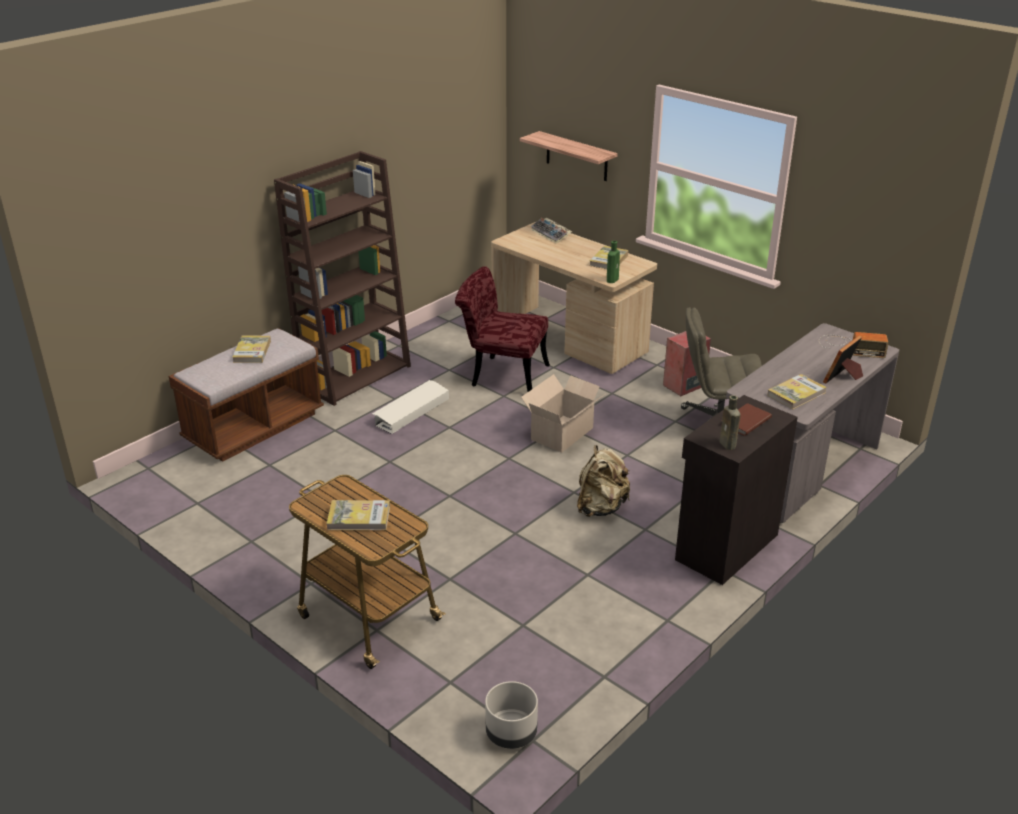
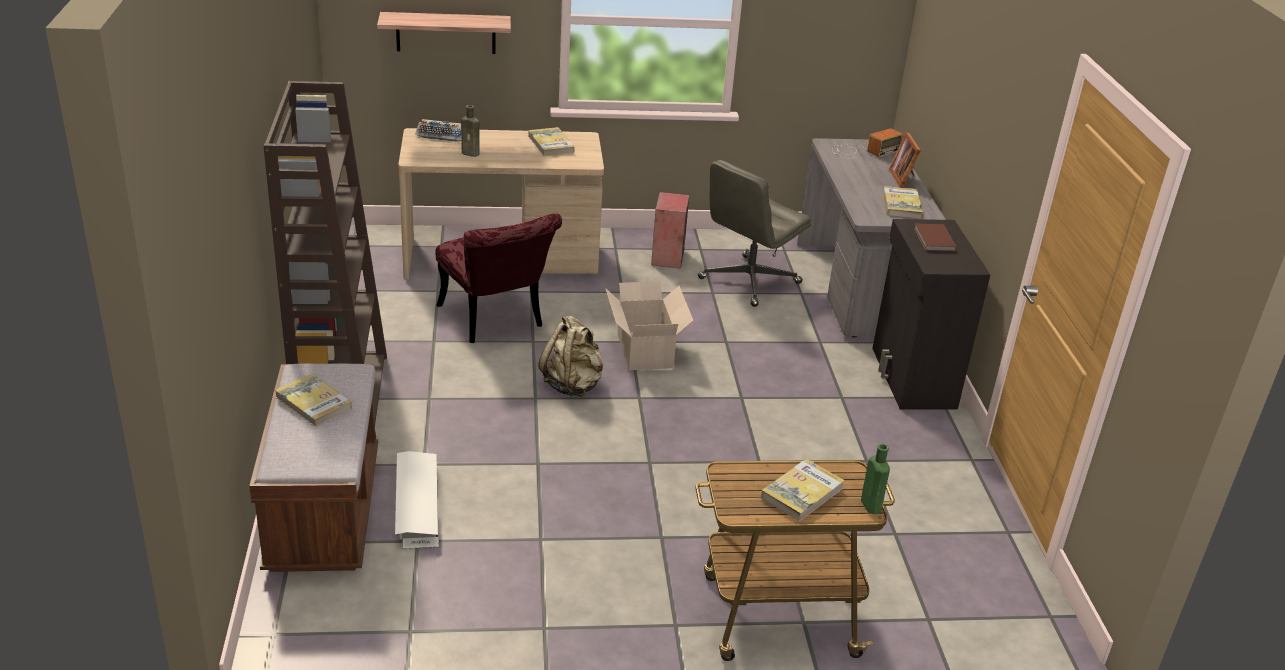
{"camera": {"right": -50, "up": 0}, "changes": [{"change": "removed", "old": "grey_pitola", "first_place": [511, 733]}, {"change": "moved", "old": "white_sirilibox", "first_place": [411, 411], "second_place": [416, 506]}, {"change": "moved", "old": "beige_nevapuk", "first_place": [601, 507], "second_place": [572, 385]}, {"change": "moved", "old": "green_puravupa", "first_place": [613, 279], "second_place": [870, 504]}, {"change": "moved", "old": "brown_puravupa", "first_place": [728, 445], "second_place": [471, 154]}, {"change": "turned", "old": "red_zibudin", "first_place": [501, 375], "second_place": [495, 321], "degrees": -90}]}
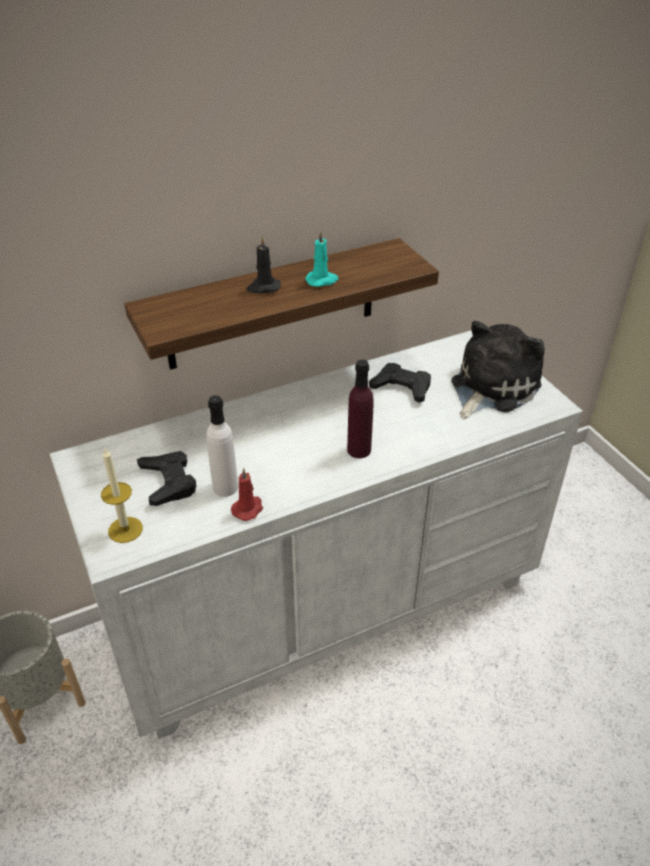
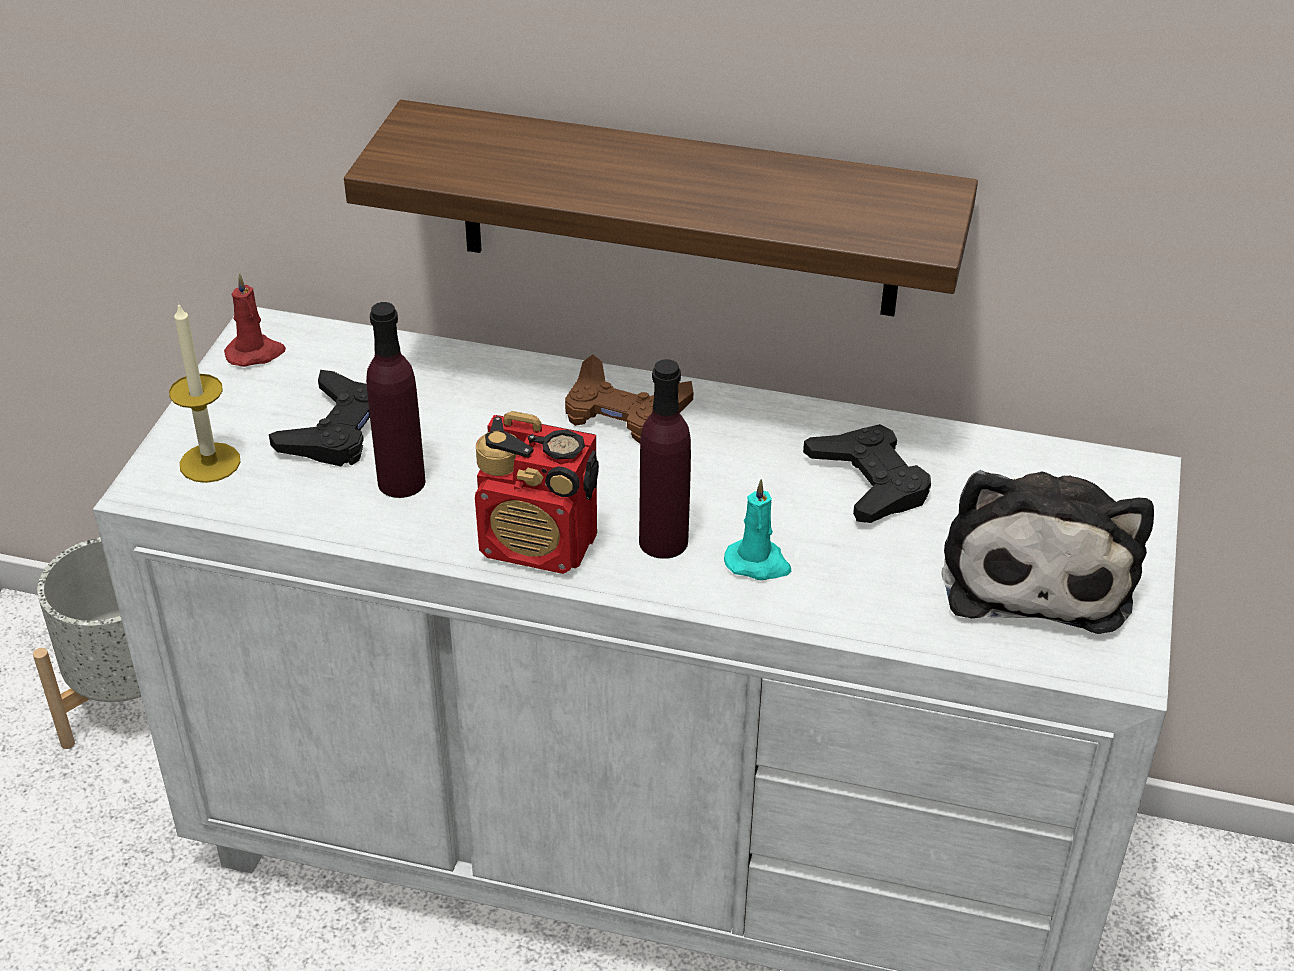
{"camera": {"right": 40, "up": 0}, "changes": [{"change": "removed", "old": "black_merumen", "first_place": [263, 287]}, {"change": "added", "new": "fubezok", "second_place": [539, 545]}, {"change": "added", "new": "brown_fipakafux", "second_place": [624, 411]}, {"change": "moved", "old": "red_merumen", "first_place": [248, 508], "second_place": [255, 353]}, {"change": "moved", "old": "turquoise_merumen", "first_place": [322, 280], "second_place": [758, 563]}, {"change": "recoloured", "old": "white_puravupa", "new": "purple_puravupa", "first_place": [225, 487], "second_place": [401, 482]}, {"change": "turned", "old": "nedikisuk", "first_place": [491, 387], "second_place": [1036, 569], "degrees": 105}]}
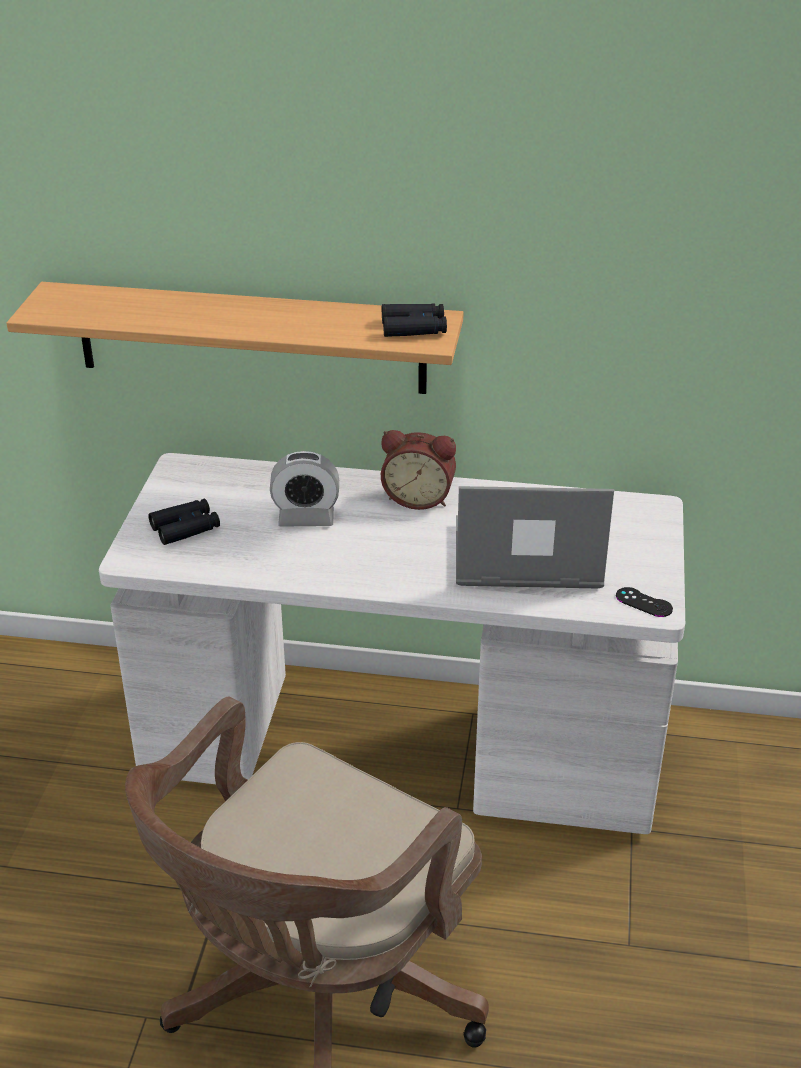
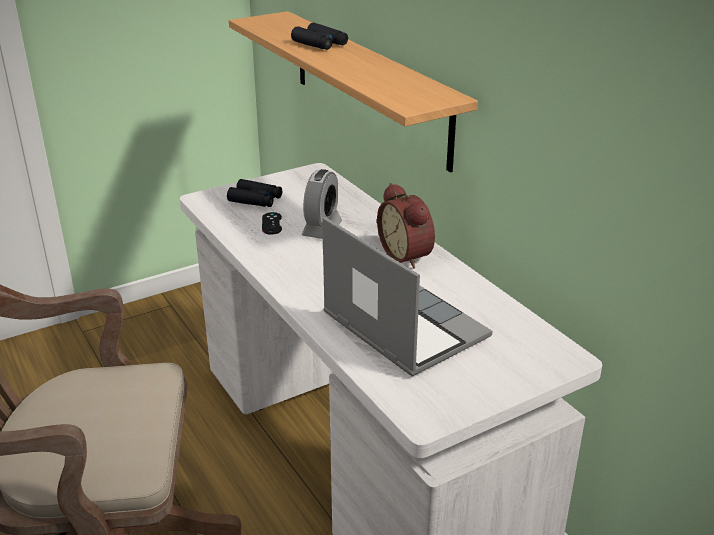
{"camera": {"right": 50, "up": -5}, "changes": [{"change": "moved", "old": "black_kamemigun", "first_place": [414, 328], "second_place": [320, 44]}, {"change": "moved", "old": "black_fipakafux", "first_place": [644, 602], "second_place": [272, 223]}, {"change": "turned", "old": "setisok", "first_place": [306, 518], "second_place": [322, 229], "degrees": -120}]}
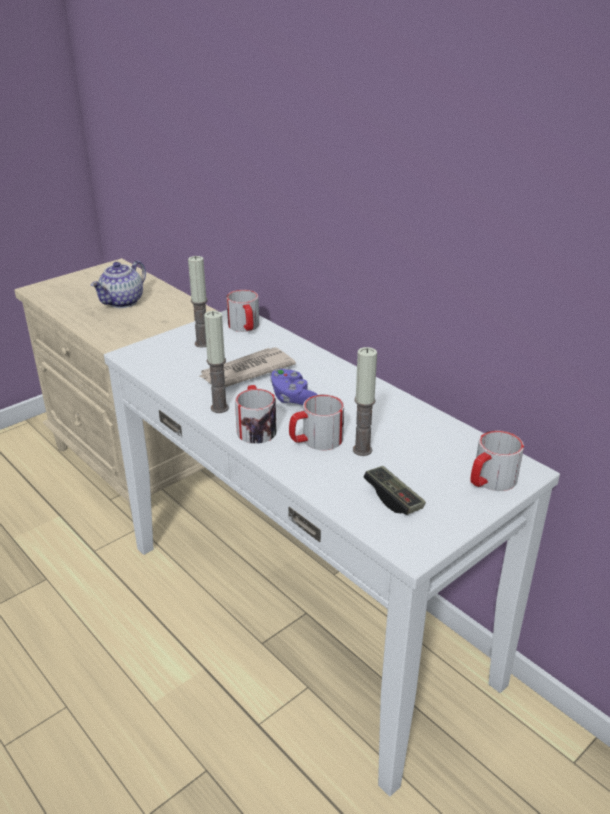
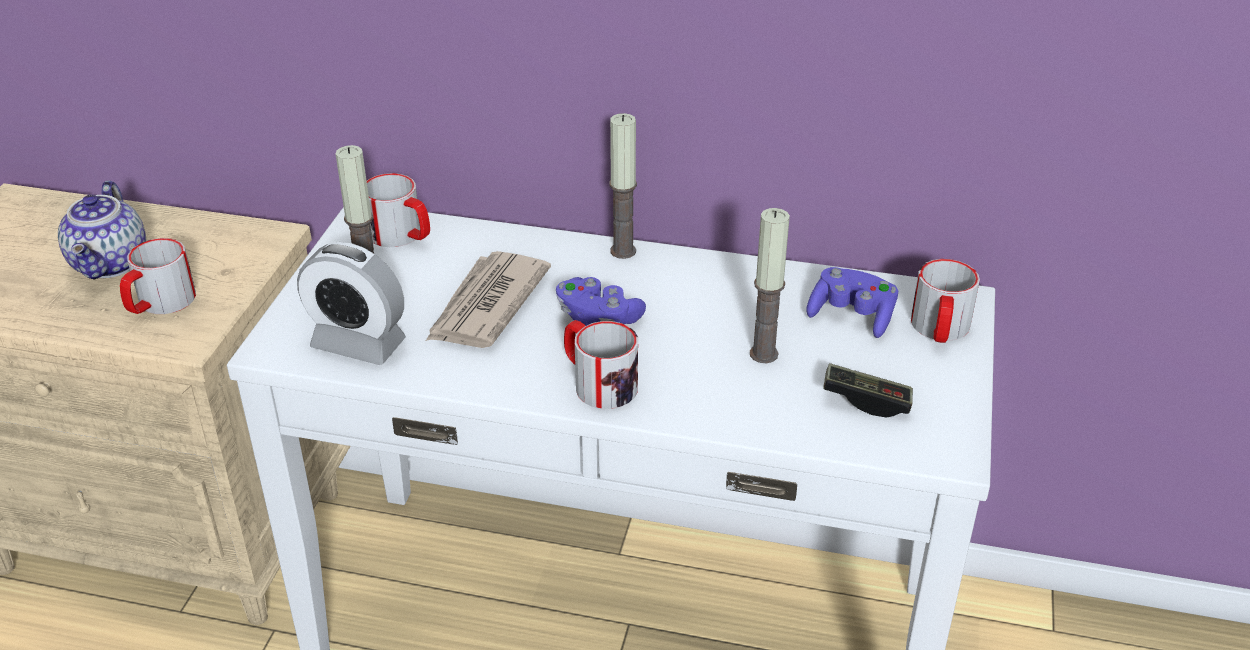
{"camera": {"right": -35, "up": 5}, "changes": [{"change": "added", "new": "setisok", "second_place": [358, 344]}, {"change": "added", "new": "purple_fipakafux", "second_place": [852, 316]}, {"change": "moved", "old": "merumen", "first_place": [219, 408], "second_place": [623, 251]}, {"change": "moved", "old": "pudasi", "first_place": [315, 440], "second_place": [159, 303]}]}
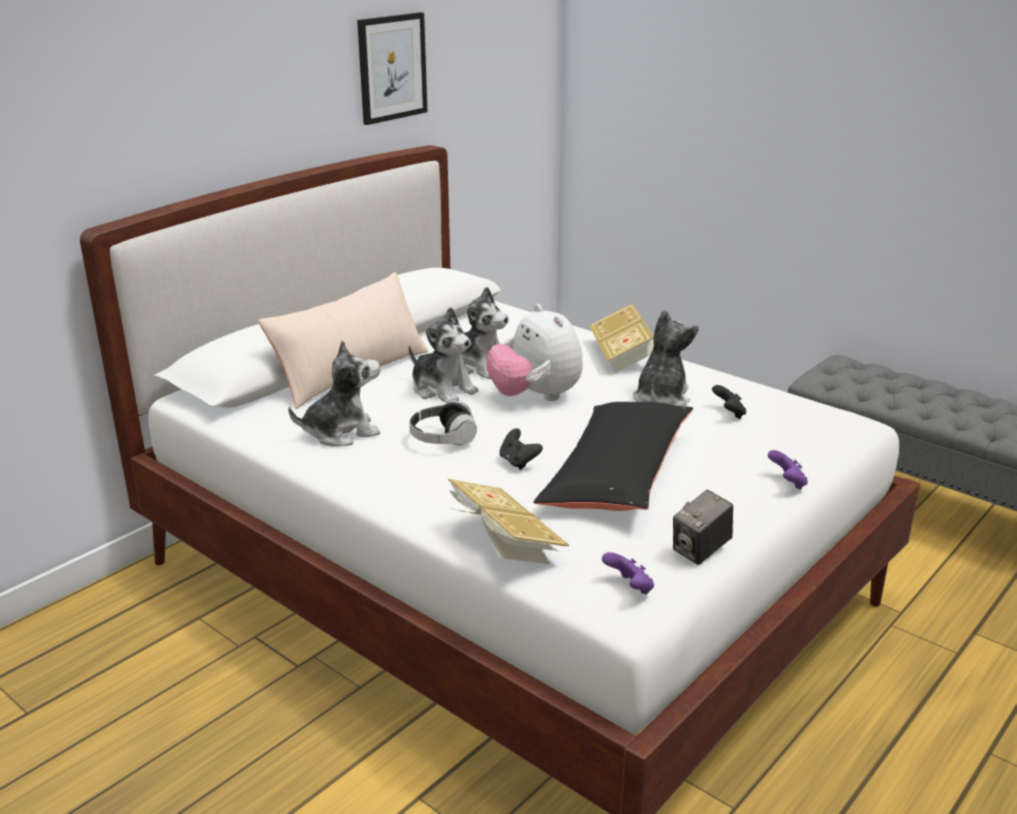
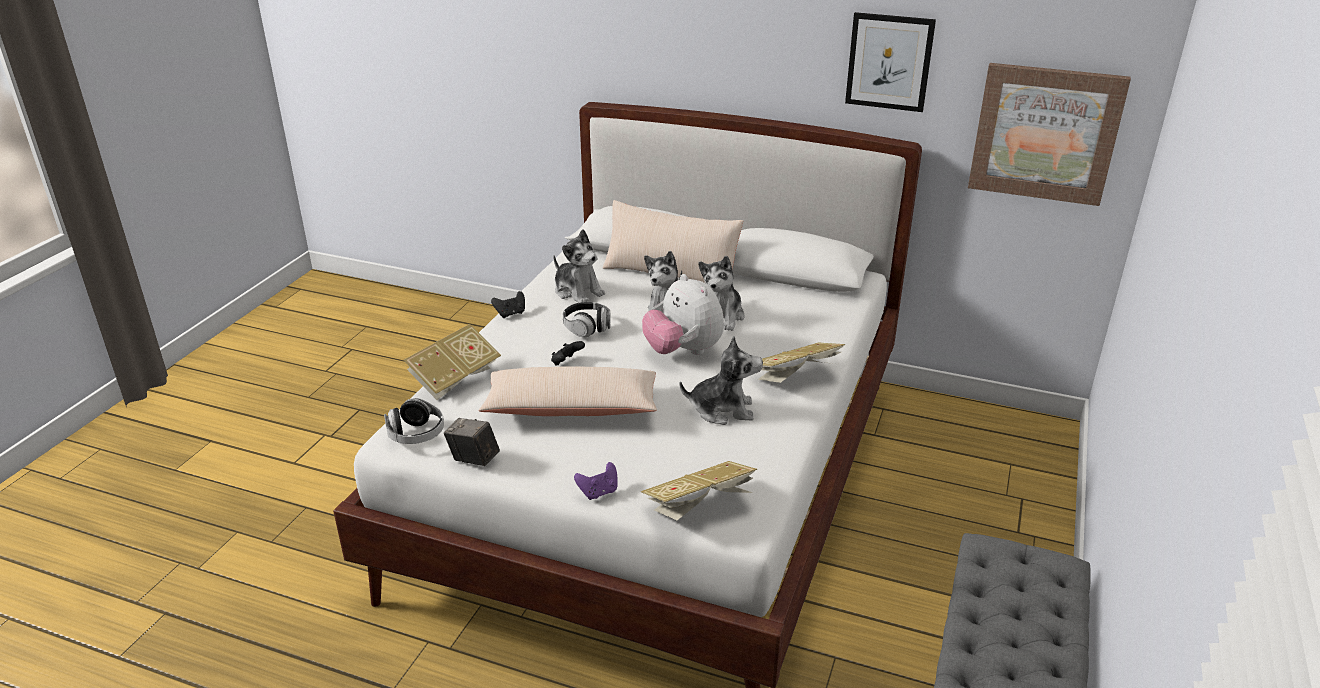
{"camera": {"right": 70, "up": 5}, "changes": [{"change": "added", "new": "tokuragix", "second_place": [699, 507]}, {"change": "added", "new": "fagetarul", "second_place": [1045, 133]}, {"change": "moved", "old": "black_fipakafux", "first_place": [729, 414], "second_place": [510, 314]}, {"change": "replaced", "old": "purple_fipakafux", "new": "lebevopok", "first_place": [629, 588], "second_place": [416, 435]}, {"change": "recoloured", "old": "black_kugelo", "new": "beige_kugelo", "first_place": [617, 475], "second_place": [571, 408]}, {"change": "turned", "old": "nedikisuk", "first_place": [535, 397], "second_place": [683, 351], "degrees": -75}]}
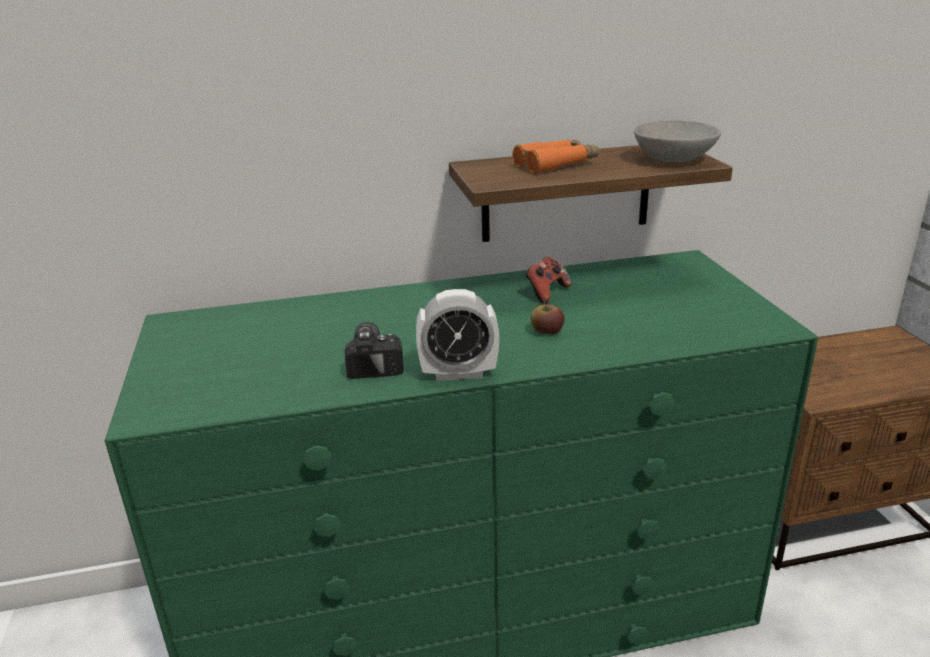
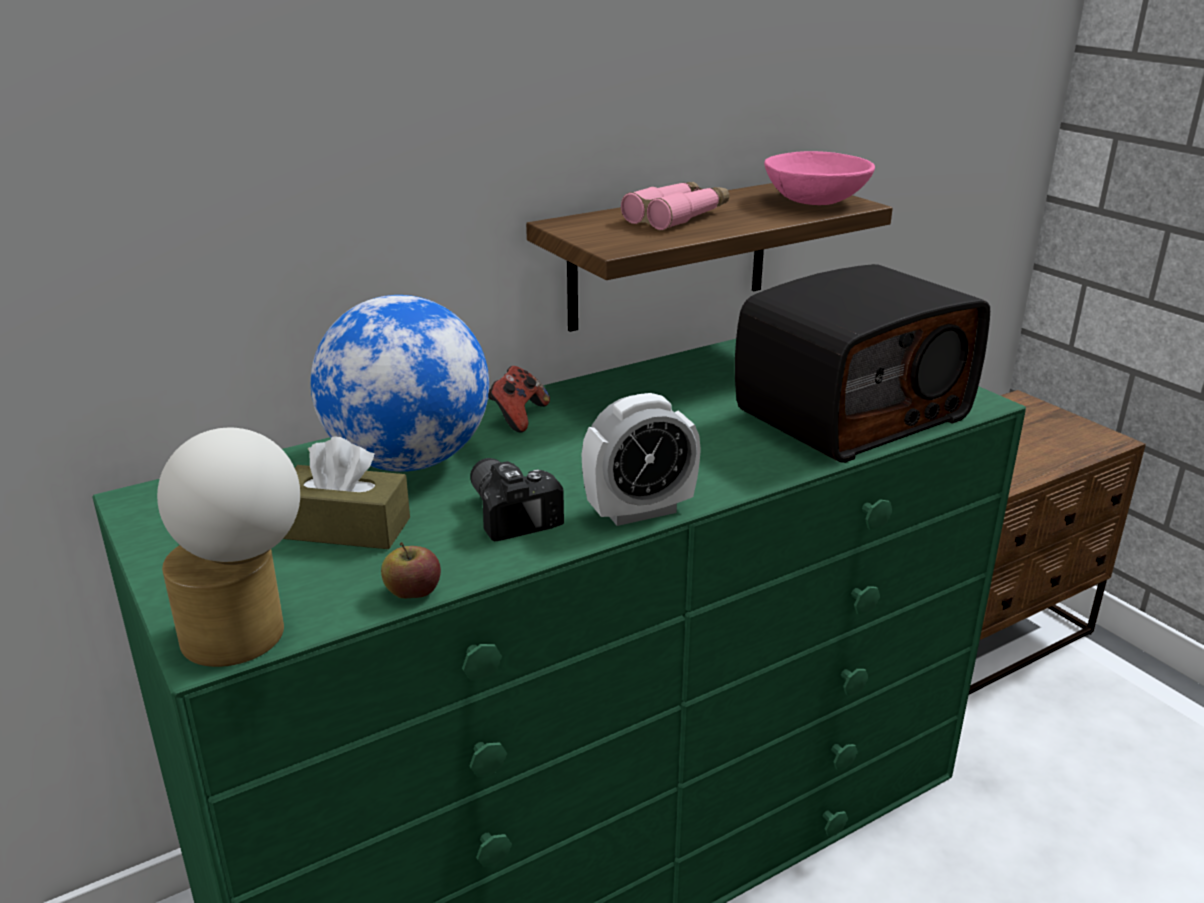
{"camera": {"right": -20, "up": 0}, "changes": [{"change": "added", "new": "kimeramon", "second_place": [248, 635]}, {"change": "added", "new": "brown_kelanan", "second_place": [345, 528]}, {"change": "added", "new": "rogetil", "second_place": [408, 461]}, {"change": "added", "new": "fubezok", "second_place": [850, 414]}, {"change": "moved", "old": "fipakafux", "first_place": [546, 293], "second_place": [518, 417]}, {"change": "moved", "old": "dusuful", "first_place": [546, 332], "second_place": [412, 592]}, {"change": "recoloured", "old": "orange_kamemigun", "new": "pink_kamemigun", "first_place": [556, 164], "second_place": [677, 217]}, {"change": "recoloured", "old": "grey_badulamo", "new": "pink_badulamo", "first_place": [673, 159], "second_place": [814, 201]}]}
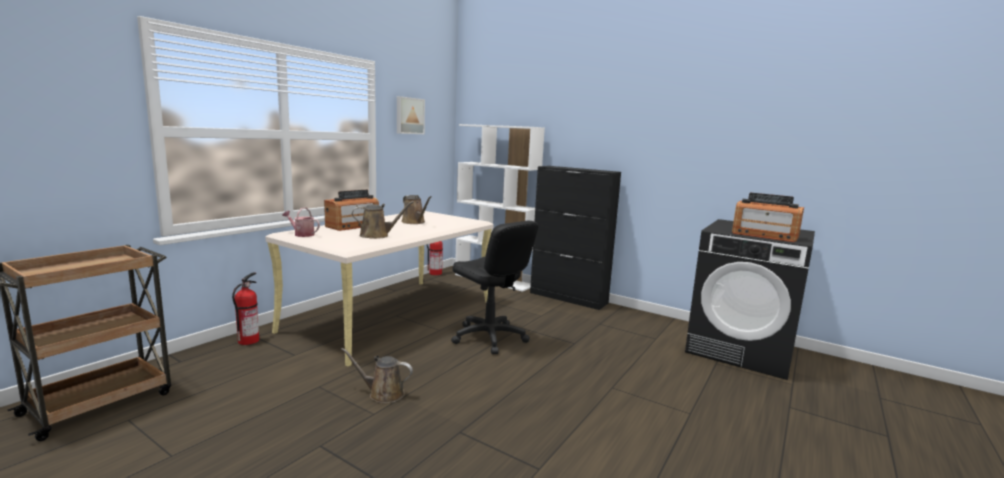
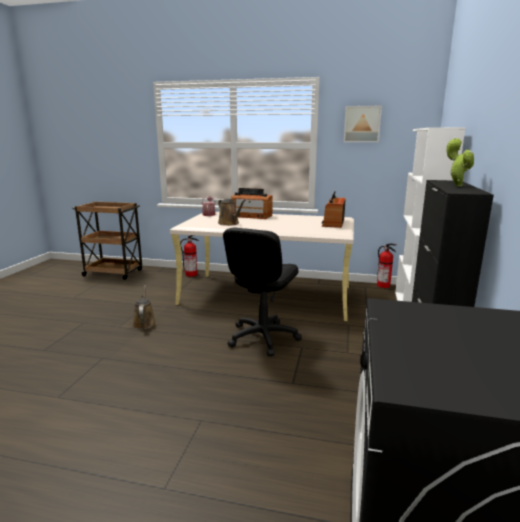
{"camera": {"right": 70, "up": 5}, "changes": [{"change": "removed", "old": "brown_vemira", "first_place": [414, 222]}, {"change": "added", "new": "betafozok", "second_place": [456, 185]}, {"change": "moved", "old": "fubezok", "first_place": [764, 235], "second_place": [333, 223]}]}
